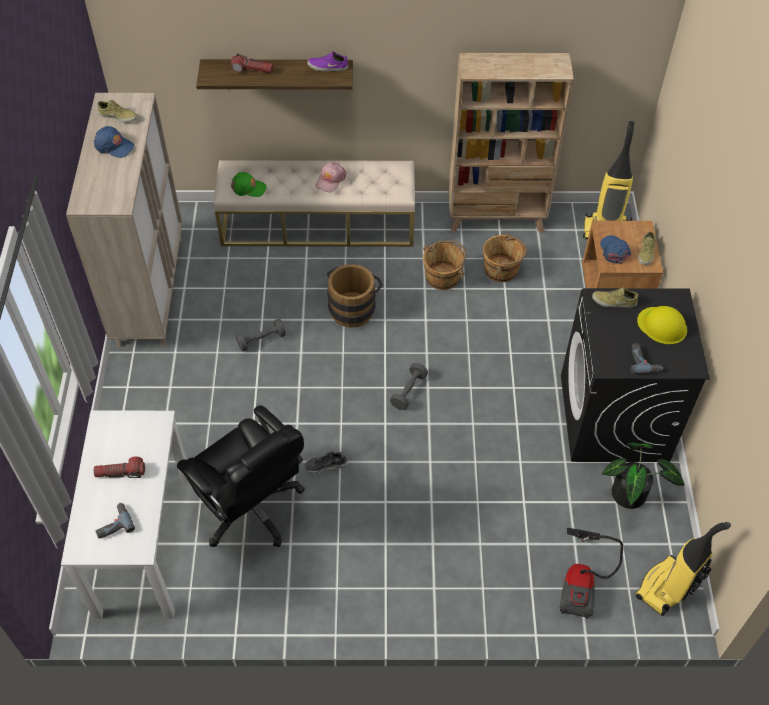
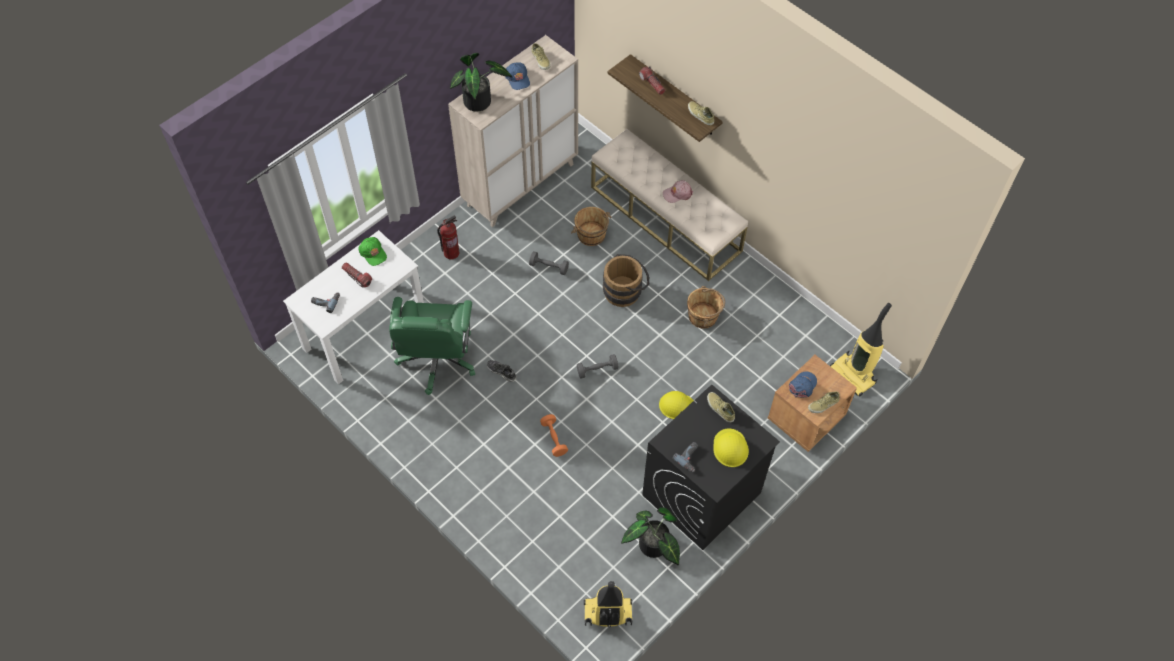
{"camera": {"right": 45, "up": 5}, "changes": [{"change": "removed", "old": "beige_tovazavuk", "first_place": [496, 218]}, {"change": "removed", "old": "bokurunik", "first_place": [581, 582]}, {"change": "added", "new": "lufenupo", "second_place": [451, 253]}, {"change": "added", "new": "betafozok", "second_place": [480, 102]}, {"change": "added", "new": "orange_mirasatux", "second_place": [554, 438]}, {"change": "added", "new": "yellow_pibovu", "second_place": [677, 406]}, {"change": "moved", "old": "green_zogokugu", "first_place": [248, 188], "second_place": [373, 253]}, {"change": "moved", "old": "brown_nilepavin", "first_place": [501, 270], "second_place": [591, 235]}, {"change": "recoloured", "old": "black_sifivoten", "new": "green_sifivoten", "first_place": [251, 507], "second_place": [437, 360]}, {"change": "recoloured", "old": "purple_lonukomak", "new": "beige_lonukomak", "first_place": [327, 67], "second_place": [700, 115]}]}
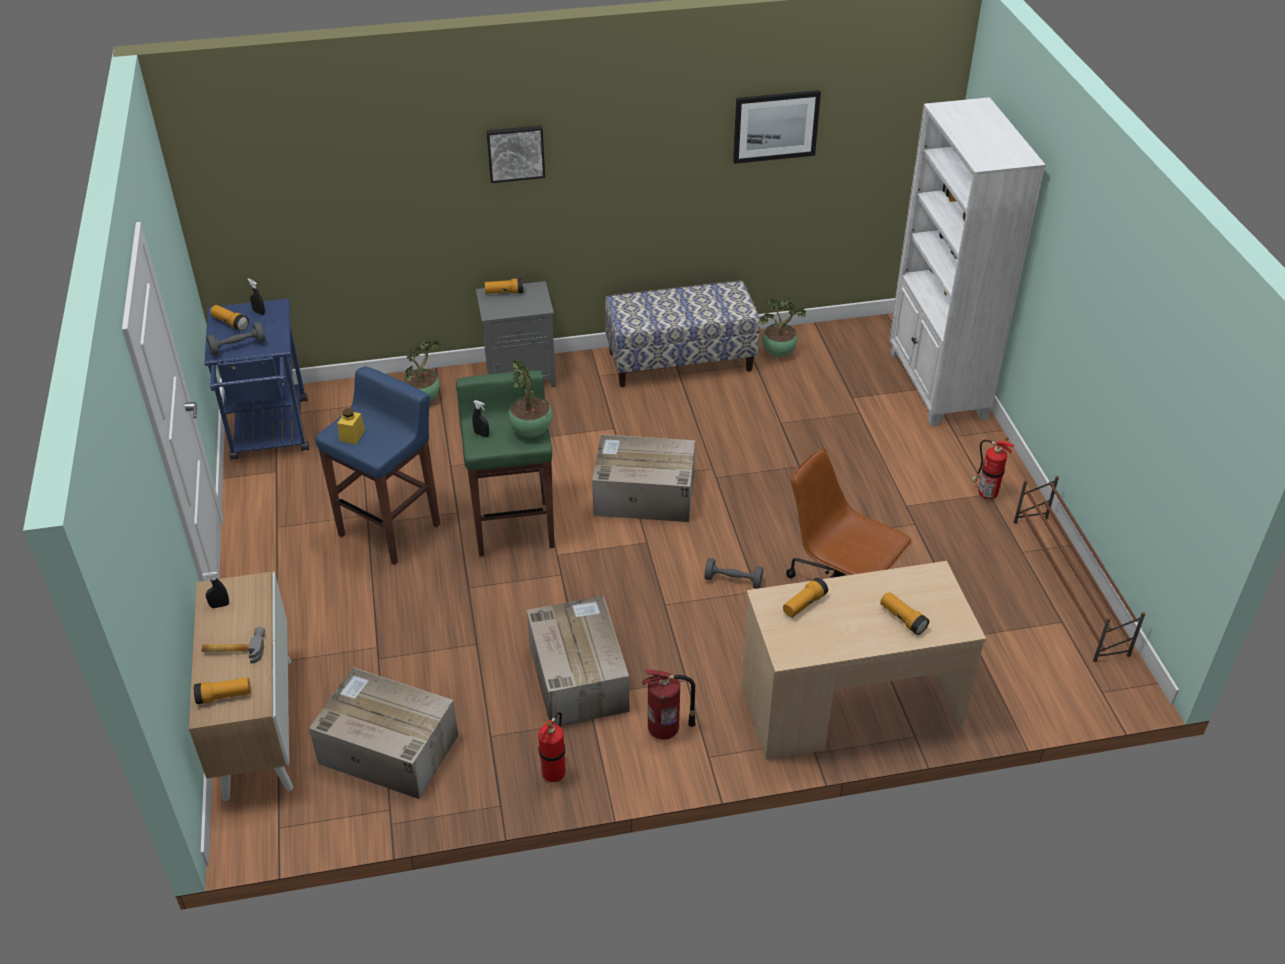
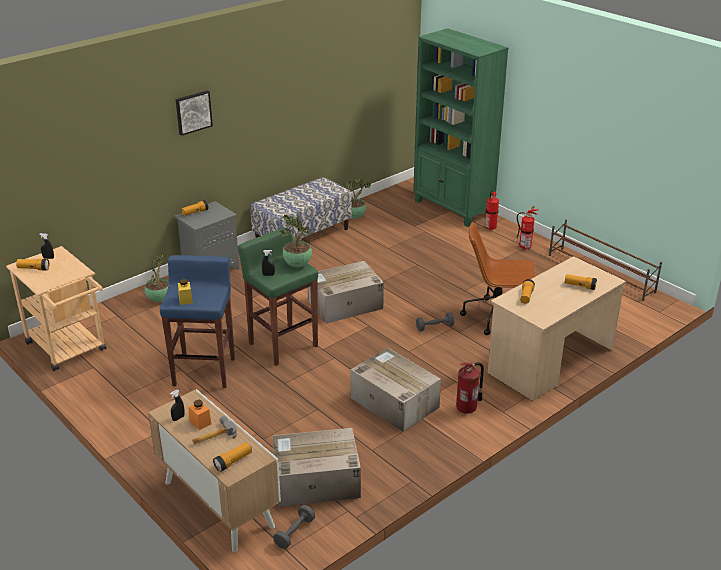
{"camera": {"right": -30, "up": -10}, "changes": [{"change": "removed", "old": "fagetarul", "first_place": [775, 126]}, {"change": "added", "new": "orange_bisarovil", "second_place": [200, 422]}, {"change": "moved", "old": "grey_mirasatux", "first_place": [238, 347], "second_place": [294, 533]}, {"change": "moved", "old": "lufenupo", "first_place": [555, 772], "second_place": [490, 227]}, {"change": "recoloured", "old": "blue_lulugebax", "new": "beige_lulugebax", "first_place": [270, 435], "second_place": [69, 349]}, {"change": "recoloured", "old": "white_tovazavuk", "new": "green_tovazavuk", "first_place": [937, 386], "second_place": [453, 208]}]}
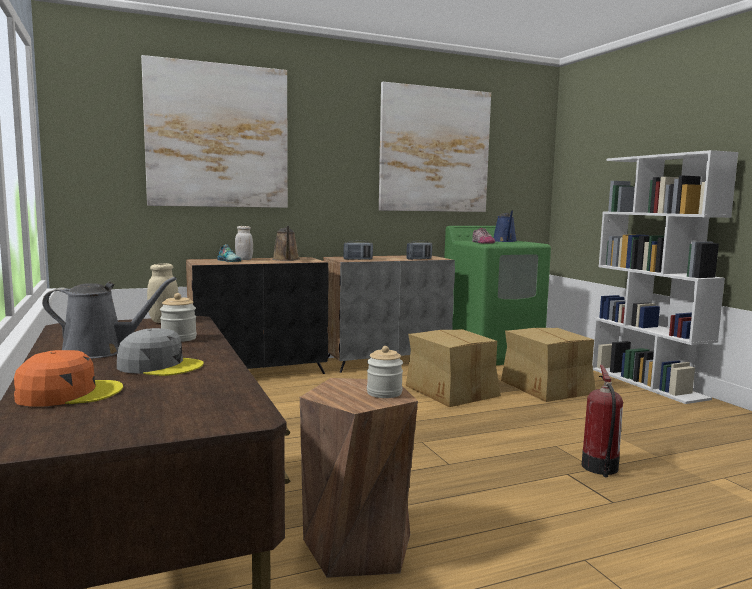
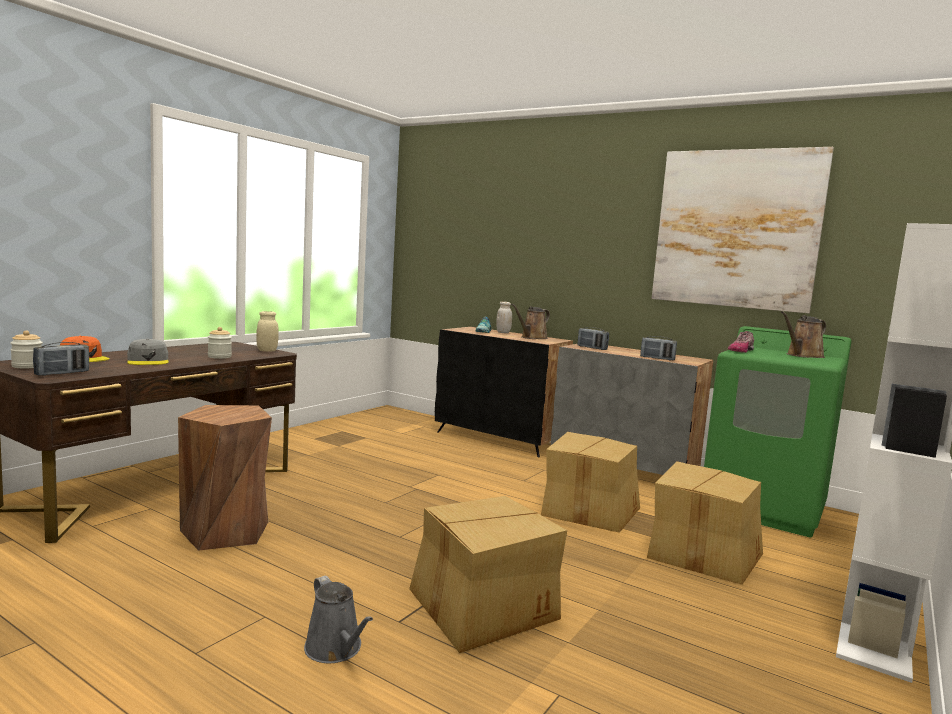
{"camera": {"right": 55, "up": 0}, "changes": [{"change": "removed", "old": "fagetarul", "first_place": [218, 136]}, {"change": "added", "new": "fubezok", "second_place": [62, 373]}, {"change": "moved", "old": "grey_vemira", "first_place": [100, 351], "second_place": [335, 649]}, {"change": "moved", "old": "bisarovil", "first_place": [384, 393], "second_place": [27, 366]}, {"change": "replaced", "old": "lufenupo", "new": "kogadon", "first_place": [600, 468], "second_place": [481, 608]}, {"change": "recoloured", "old": "blue_vemira", "new": "brown_vemira", "first_place": [505, 241], "second_place": [802, 356]}]}
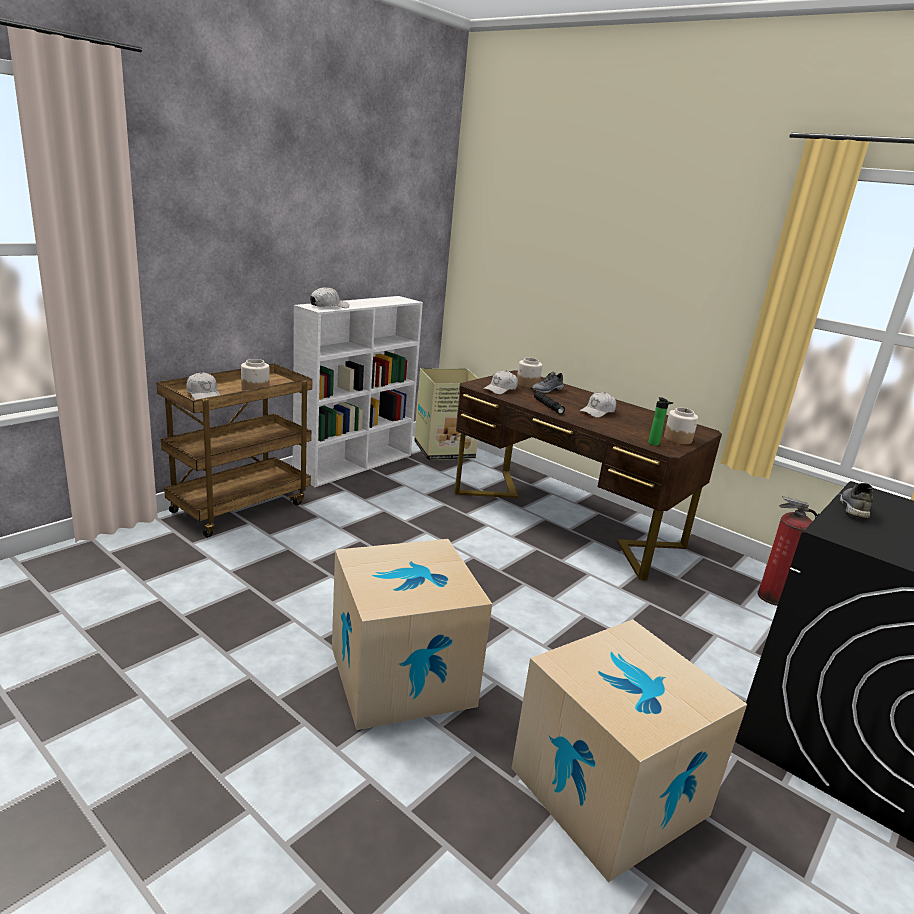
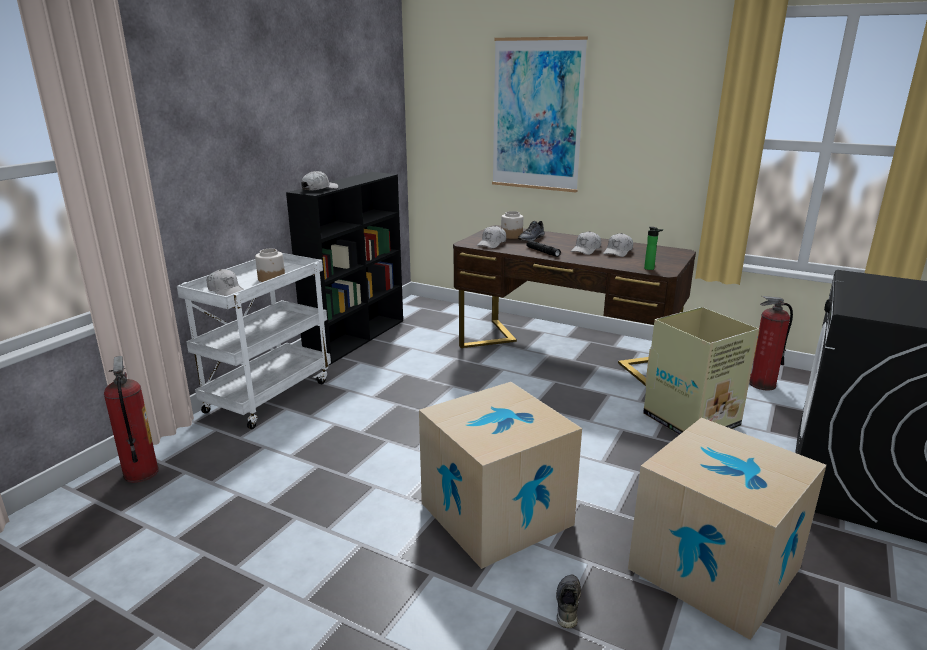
{"camera": {"right": -10, "up": 0}, "changes": [{"change": "removed", "old": "bisarovil", "first_place": [678, 439]}, {"change": "added", "new": "lufenupo", "second_place": [140, 473]}, {"change": "added", "new": "fagetarul", "second_place": [537, 115]}, {"change": "added", "new": "white_zogokugu", "second_place": [618, 252]}, {"change": "moved", "old": "kogadon", "first_place": [445, 450], "second_place": [692, 420]}, {"change": "moved", "old": "grey_lonukomak", "first_place": [853, 508], "second_place": [567, 604]}, {"change": "recoloured", "old": "brown_lulugebax", "new": "white_lulugebax", "first_place": [240, 506], "second_place": [269, 395]}, {"change": "recoloured", "old": "white_tovazavuk", "new": "black_tovazavuk", "first_place": [355, 464], "second_place": [357, 337]}]}
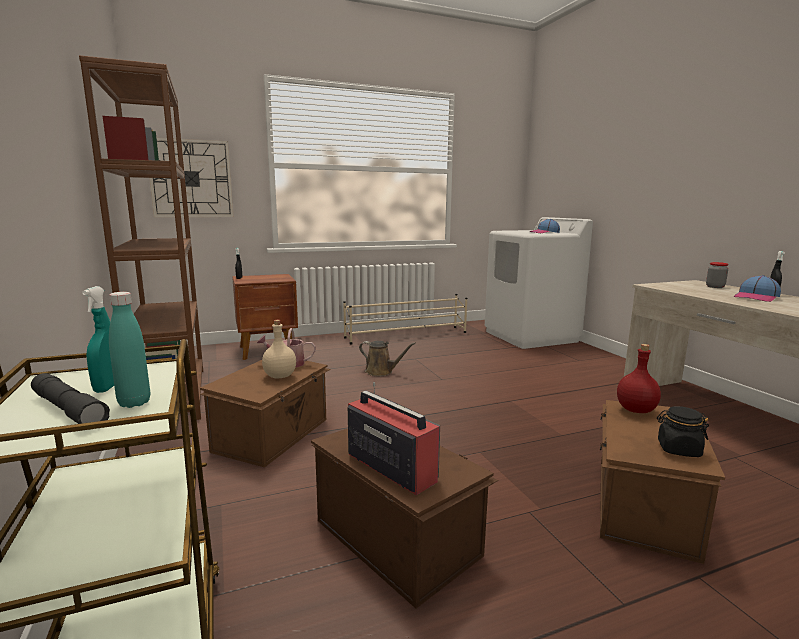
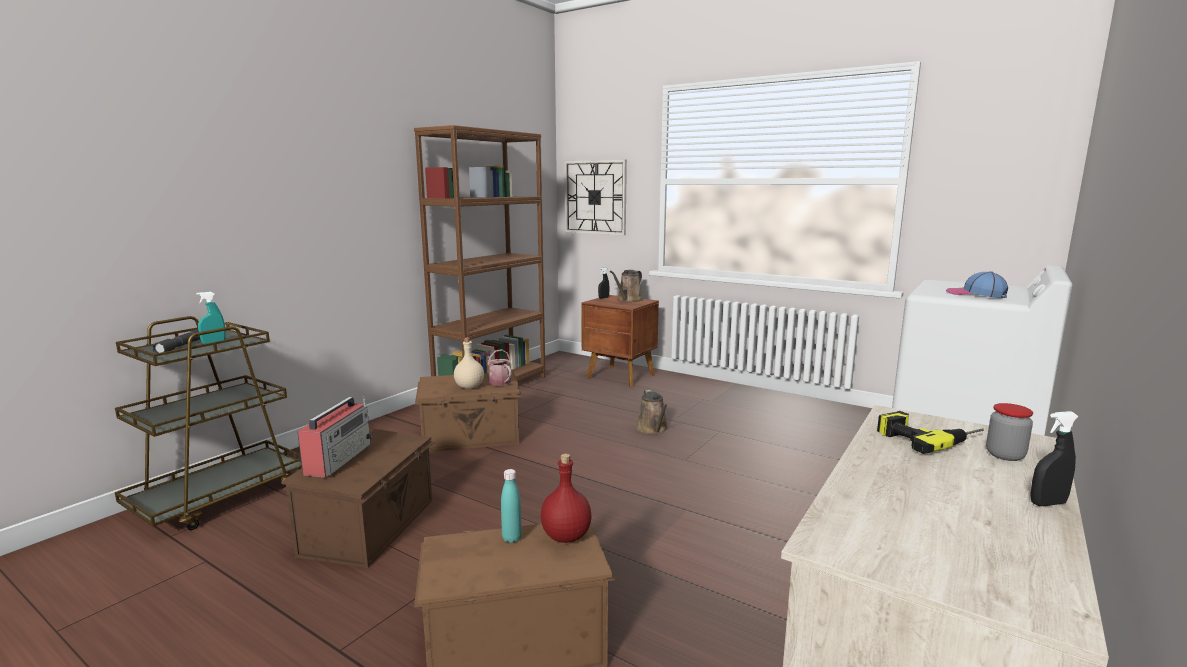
{"camera": {"right": 55, "up": 0}, "changes": [{"change": "removed", "old": "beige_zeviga", "first_place": [407, 335]}, {"change": "removed", "old": "black_bisarovil", "first_place": [678, 449]}, {"change": "removed", "old": "zogokugu", "first_place": [756, 297]}, {"change": "added", "new": "brown_vemira", "second_place": [628, 300]}, {"change": "added", "new": "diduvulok", "second_place": [928, 437]}, {"change": "moved", "old": "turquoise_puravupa", "first_place": [134, 403], "second_place": [512, 538]}]}
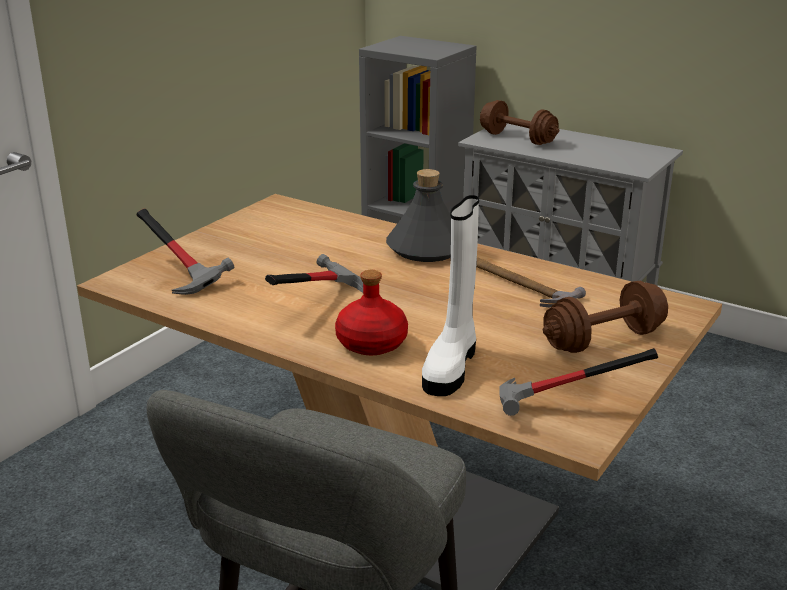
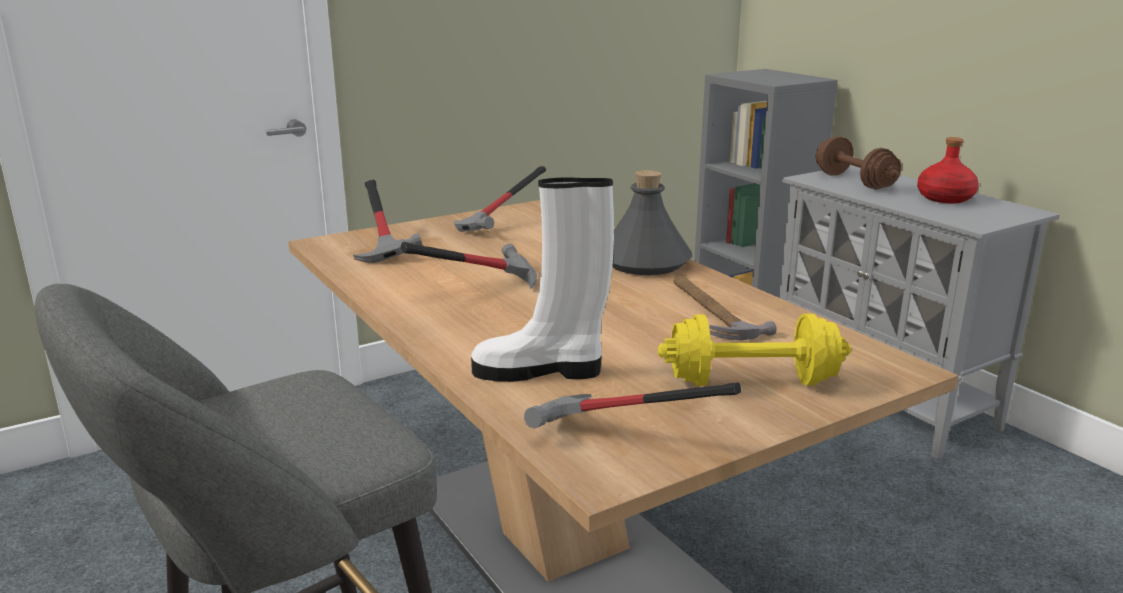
{"camera": {"right": 25, "up": -5}, "changes": [{"change": "added", "new": "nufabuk", "second_place": [502, 225]}, {"change": "moved", "old": "red_puravupa", "first_place": [372, 343], "second_place": [945, 198]}, {"change": "recoloured", "old": "brown_mirasatux", "new": "yellow_mirasatux", "first_place": [603, 340], "second_place": [751, 381]}, {"change": "turned", "old": "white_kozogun", "first_place": [451, 366], "second_place": [541, 371], "degrees": 45}]}
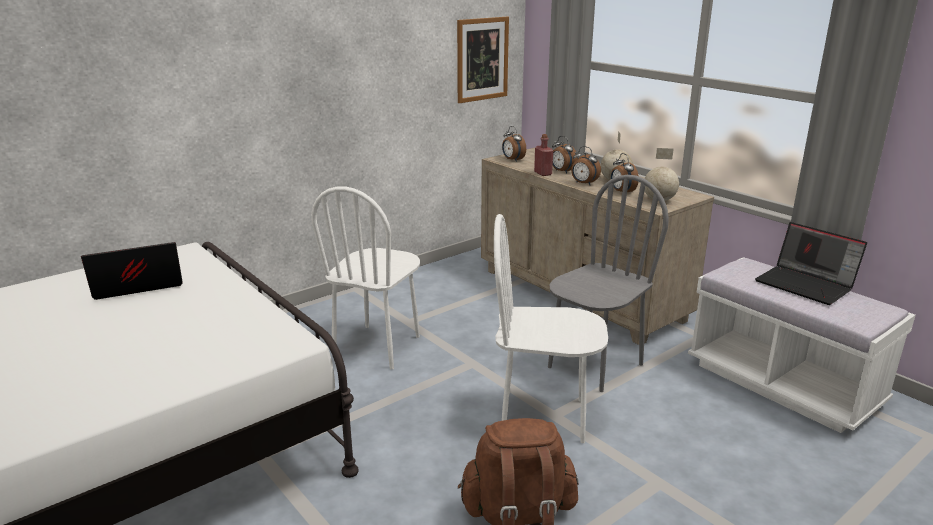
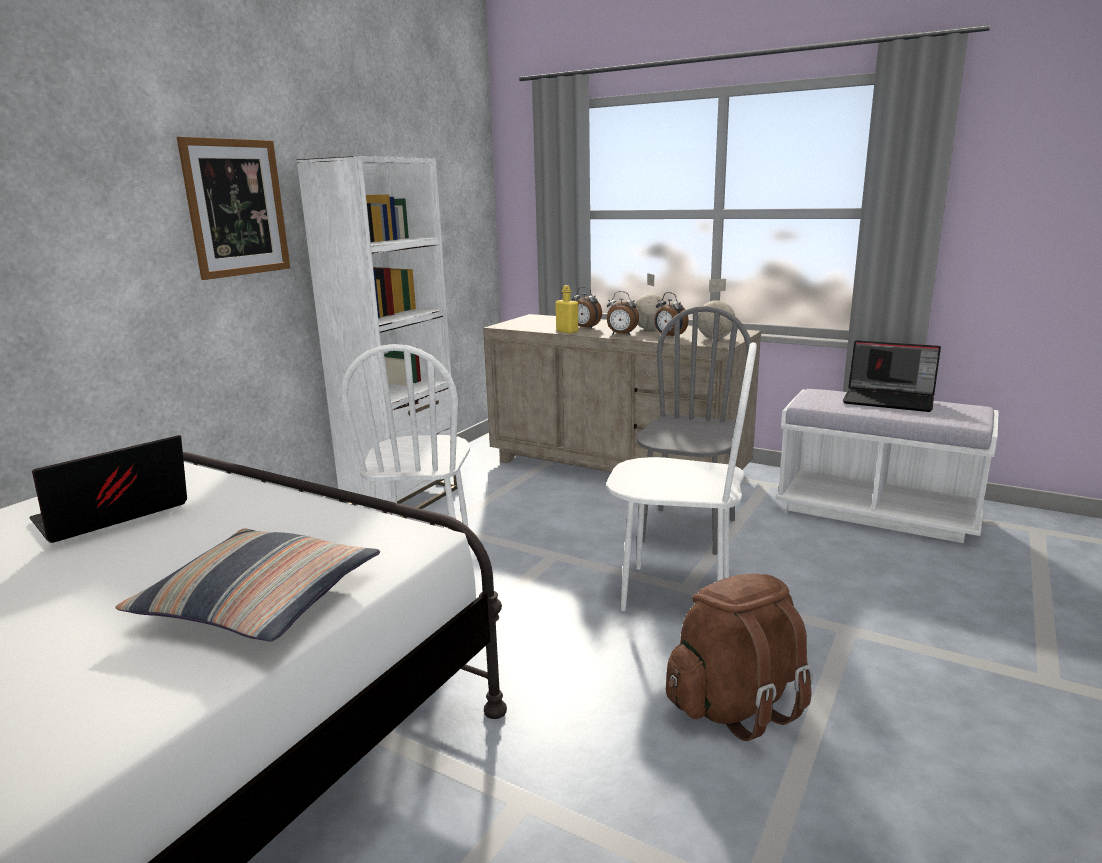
{"camera": {"right": -20, "up": -5}, "changes": [{"change": "removed", "old": "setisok", "first_place": [512, 160]}, {"change": "added", "new": "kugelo", "second_place": [260, 602]}, {"change": "added", "new": "white_tovazavuk", "second_place": [402, 498]}, {"change": "moved", "old": "fagetarul", "first_place": [482, 59], "second_place": [236, 208]}, {"change": "recoloured", "old": "red_puravupa", "new": "yellow_puravupa", "first_place": [543, 173], "second_place": [567, 331]}, {"change": "turned", "old": "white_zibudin", "first_place": [543, 417], "second_place": [676, 593], "degrees": -150}]}
